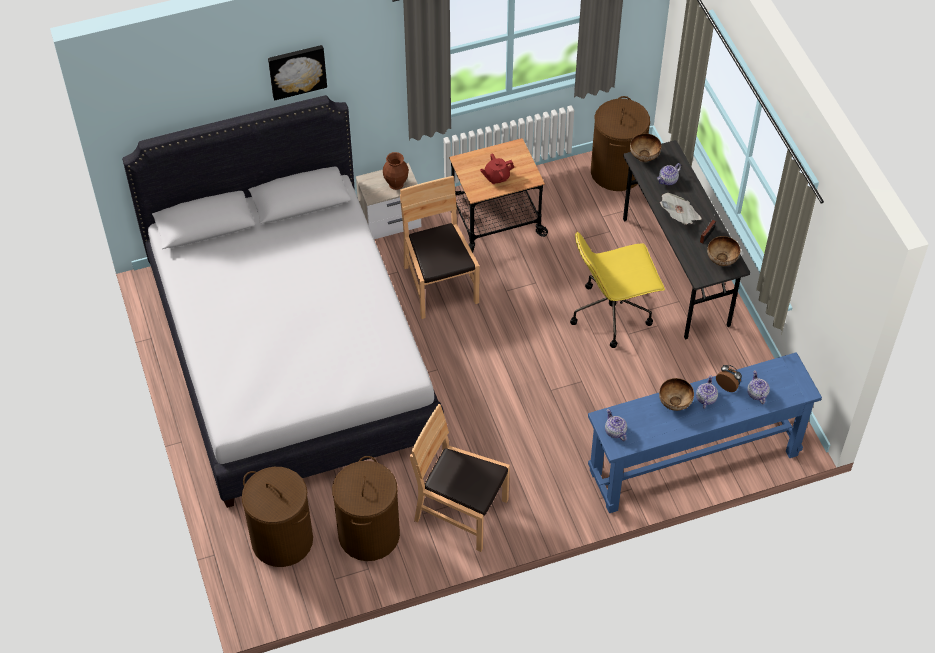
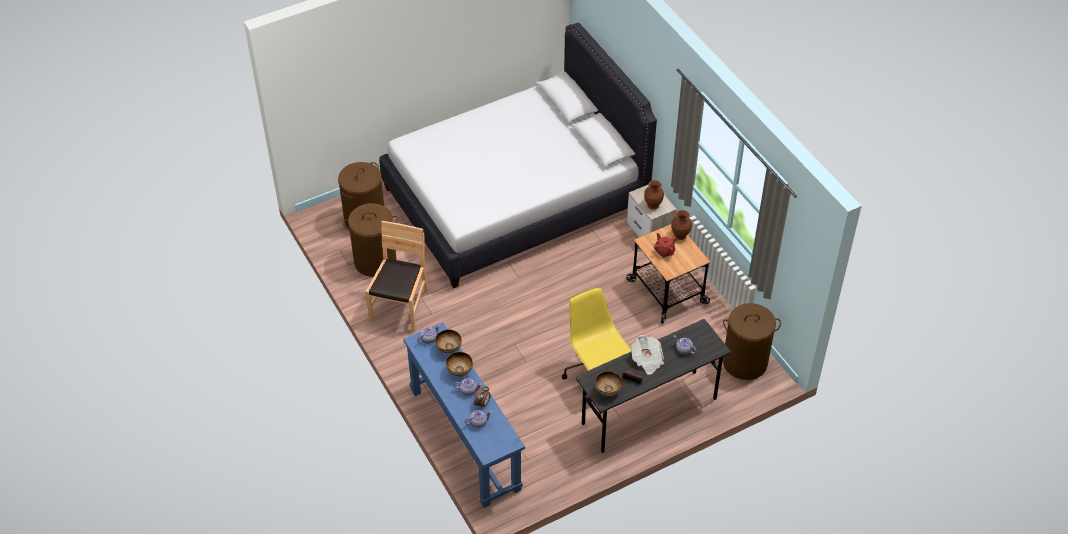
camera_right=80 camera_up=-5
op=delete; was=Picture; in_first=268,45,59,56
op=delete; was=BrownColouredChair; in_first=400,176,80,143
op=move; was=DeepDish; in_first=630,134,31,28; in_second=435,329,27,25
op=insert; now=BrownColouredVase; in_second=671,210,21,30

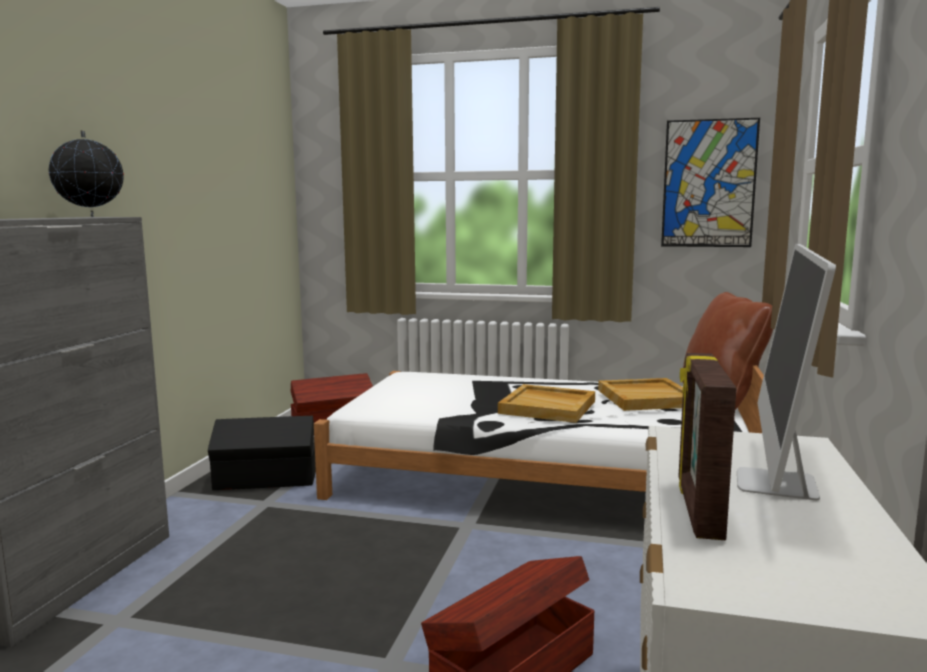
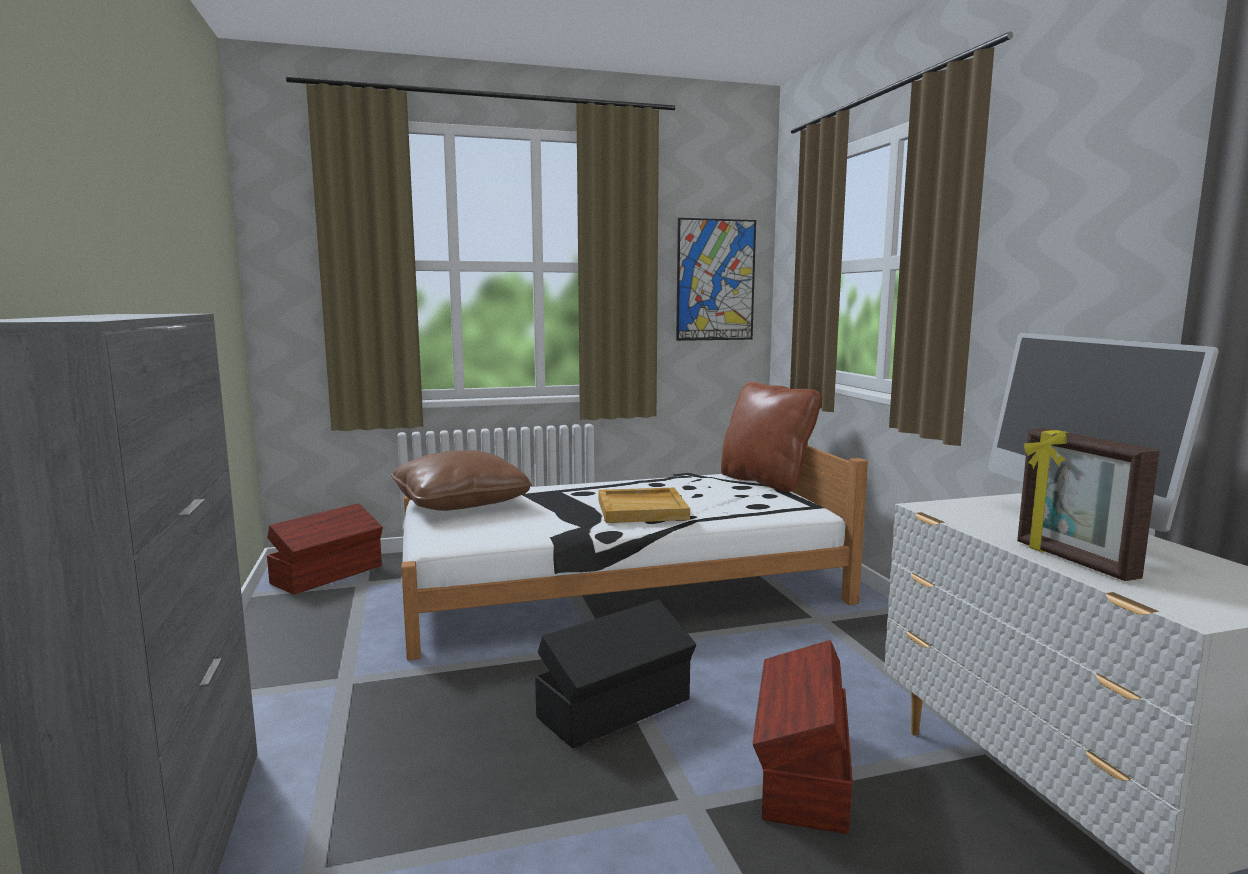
camera_right=-30 camera_up=0
op=delete; was=Globe; in_first=49,131,75,86
op=move; was=BlackishStorageContainer; in_first=208,416,108,74; in_second=535,600,161,148
op=delete; was=BeigeCarryingTray; in_first=598,378,85,33
op=insert; now=BrownColouredCushion; in_second=391,450,141,61

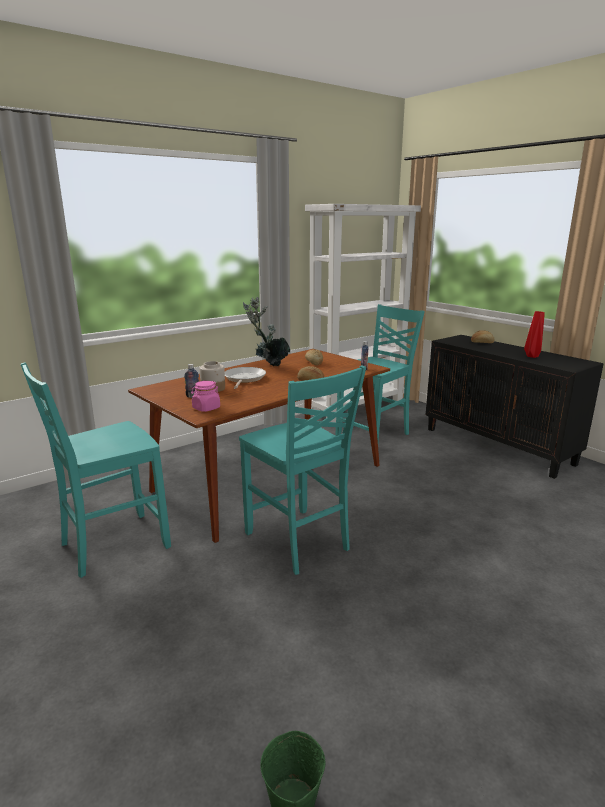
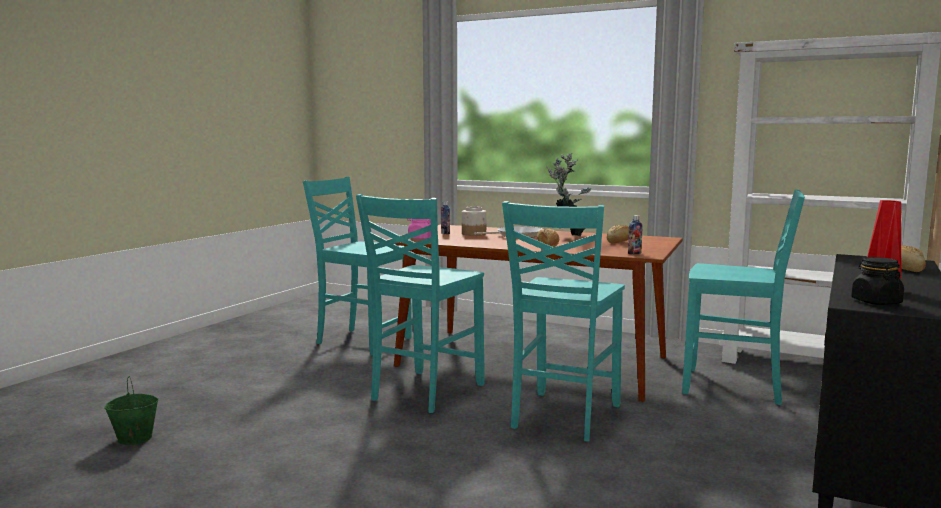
camera_right=65 camera_up=-10
op=insert; now=TurquoiseChair; in_second=502,201,123,240
op=insert; now=BlackishStorageJar; in_second=851,257,53,48

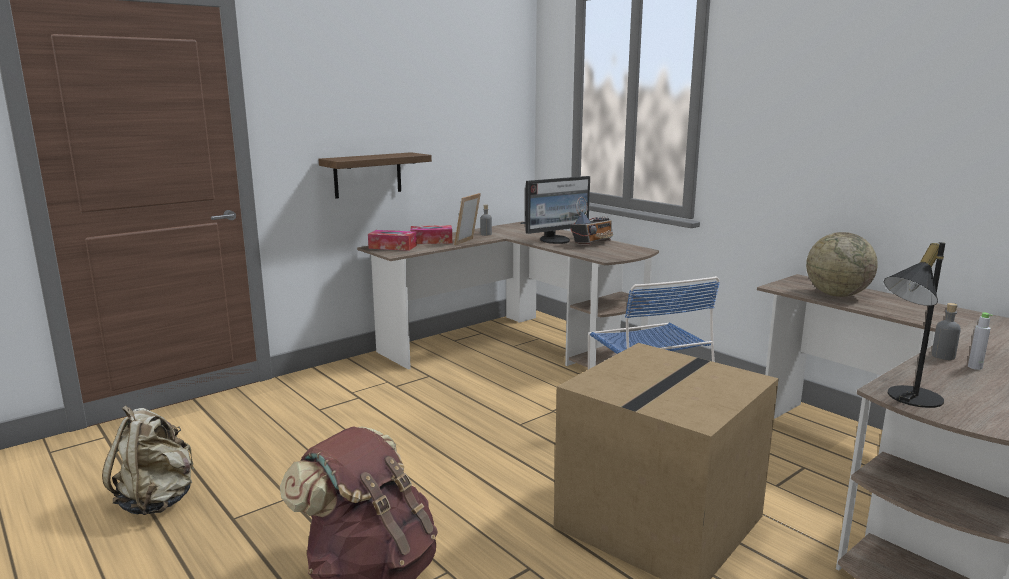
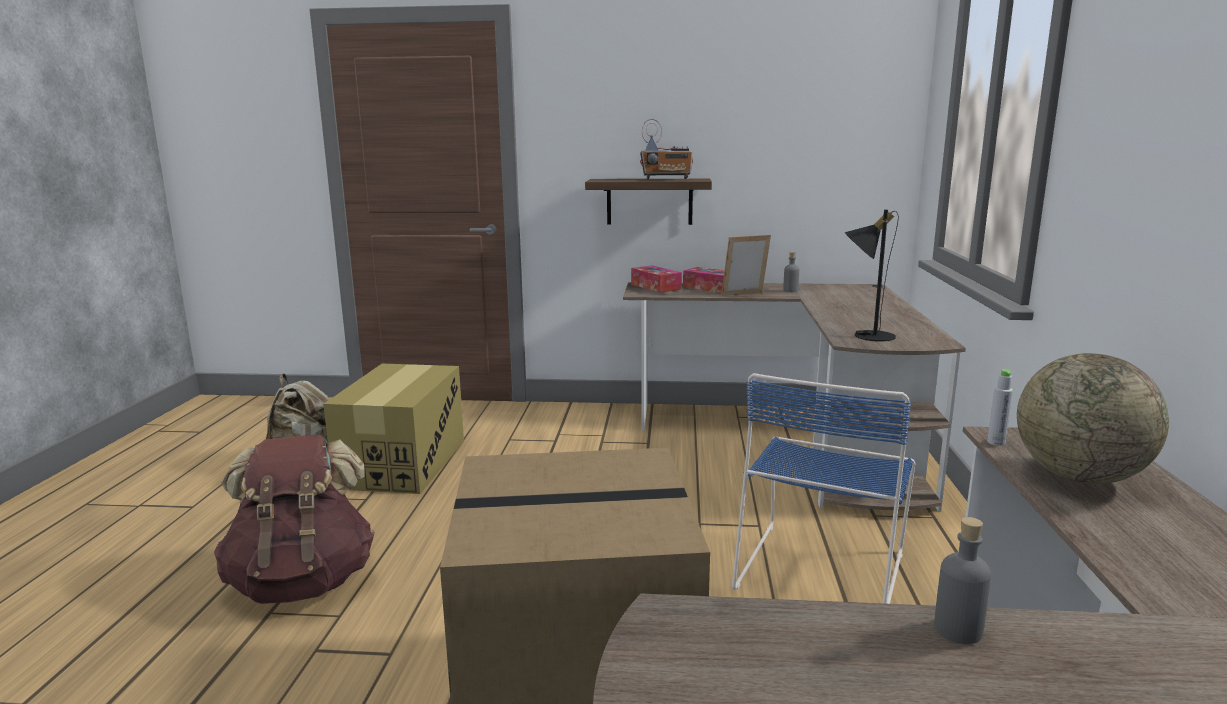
camera_right=45 camera_up=0
op=delete; was=ComputerScreen; in_first=525,176,65,68
op=move; was=RadioSet; in_first=570,197,43,49; in_second=640,119,53,60
op=move; was=BlackishLampForATable; in_first=884,242,61,166; in_second=845,209,54,133
op=move; was=GreyBeverageBottle; in_first=968,313,24,57; in_second=987,369,26,77
op=insert; now=Carton; in_second=323,364,141,130

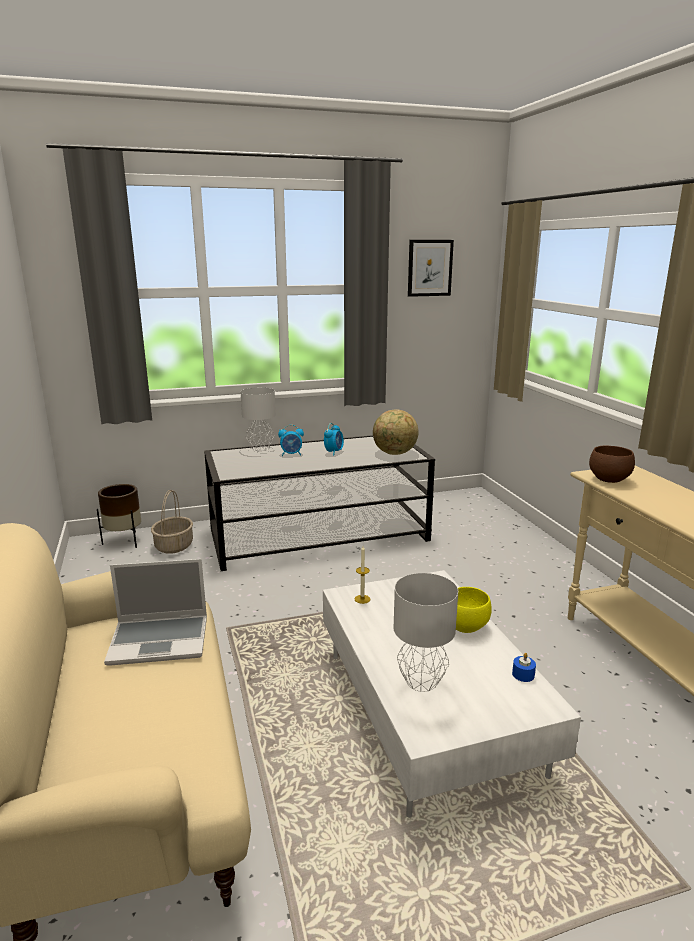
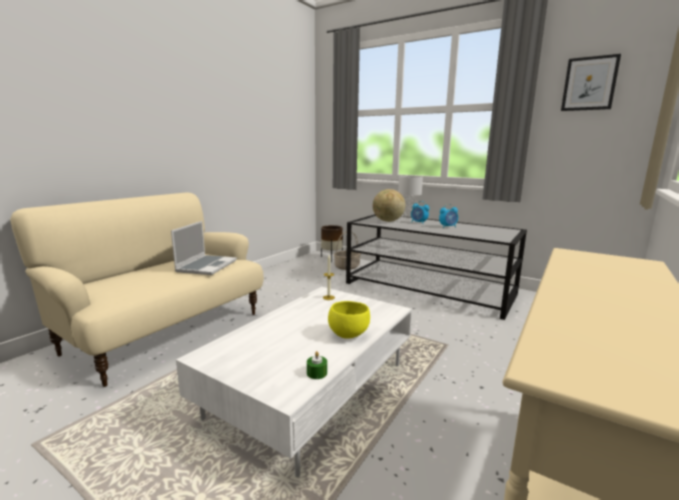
camera_right=50 camera_up=-5
op=rotate; was=PortableComputer; in_first=104,559,103,107; in_second=171,221,66,54; clockwise=-120
op=move; was=Globe; in_first=373,409,46,46; in_second=373,189,32,33
op=delete; was=GreyLampForATable; in_first=394,573,64,119
op=recolor; was=BlueWaxCandle; now=GreenColouredWaxCandle; in_first=512,653,24,29; in_second=307,351,20,28
op=delete; was=BrownColouredDeepDish; in_first=589,445,46,38

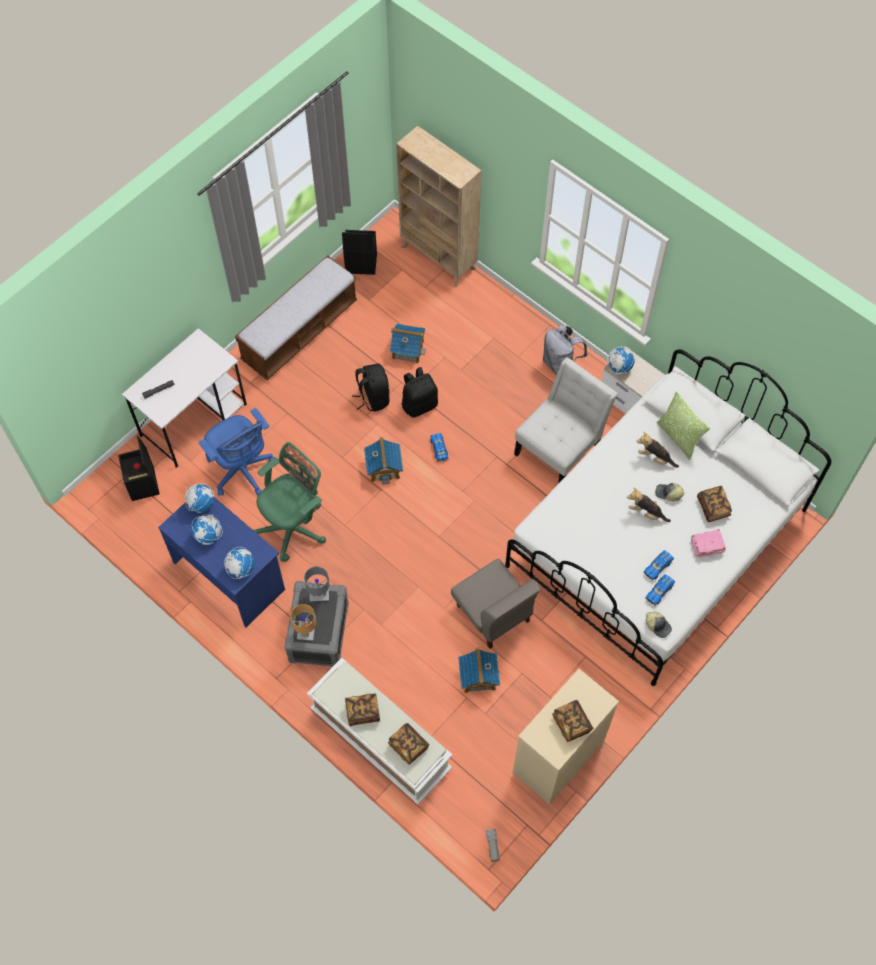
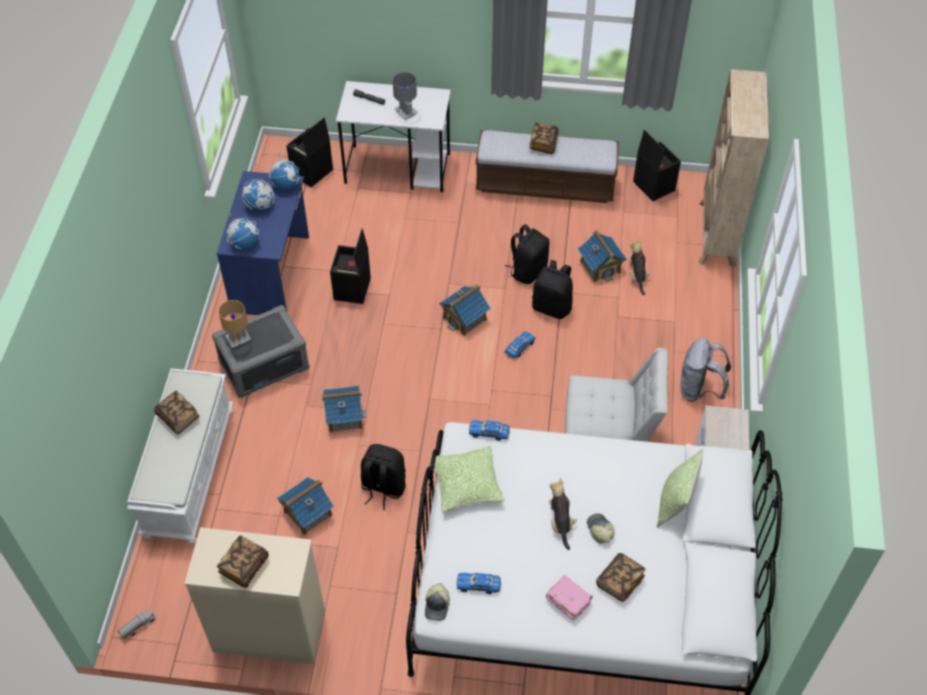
camera_right=55 camera_up=-10
op=delete; was=BlueDeskChair; in_first=199,408,76,88
op=replace; was=GreenColouredDeskChair; now=BlackishStorageContainer; in_first=253,442,73,120; in_second=330,228,41,76
op=move; was=GreyLampForATable; in_first=304,566,26,35; in_second=393,72,25,48
op=move; was=BoundBook; in_first=388,723,41,42; in_second=529,122,30,32
op=replace; was=GreyChair; now=BlackishKnapsack; in_first=451,558,89,91; in_second=361,444,45,66
op=delete; was=Globe; in_first=607,346,28,28
op=move; was=PlushToy; in_first=636,432,43,36; in_second=629,239,22,56
op=move; was=ModelCar; in_first=643,550,31,30; in_second=469,420,41,21
op=insert; now=ToyHouse; in_second=322,386,45,47
op=insert; now=Cushion; in_second=430,446,75,67

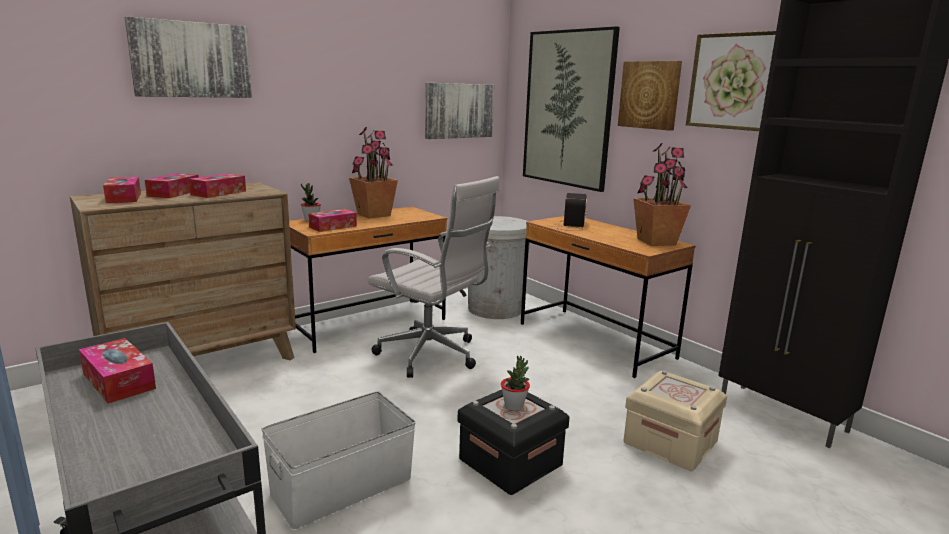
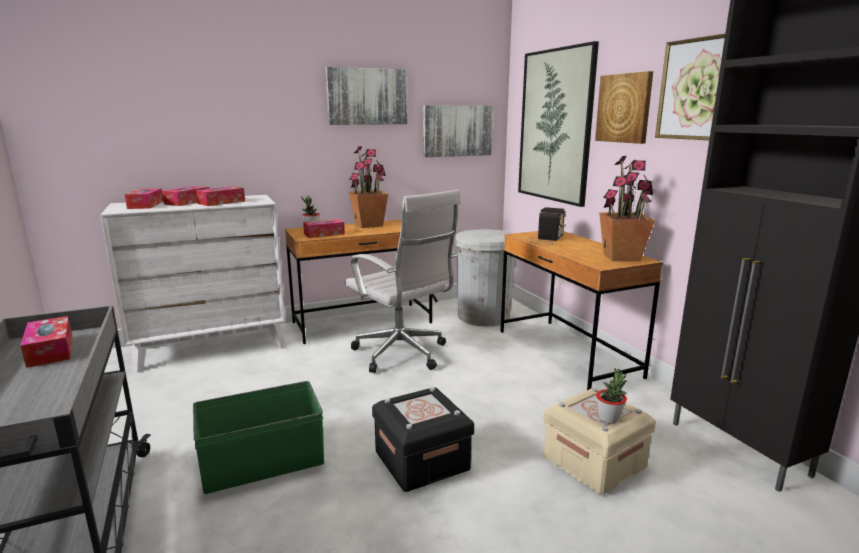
camera_right=15 camera_up=0
op=recolor; was=BrownColouredDrawerChest; now=WhitishDrawerChest; in_first=70,182,226,178; in_second=100,195,186,178
op=move; was=Picture; in_first=125,16,127,82; in_second=326,67,82,58
op=recolor; was=WhitishStorageContainer; now=GreenColouredStorageContainer; in_first=261,391,155,138; in_second=193,381,131,113
op=move; was=PlantInAPot; in_first=501,356,29,55; in_second=596,368,31,55

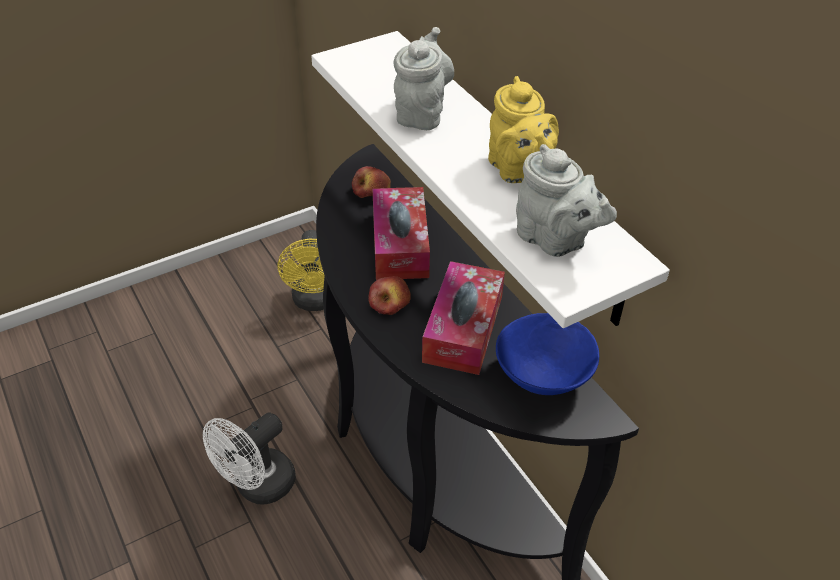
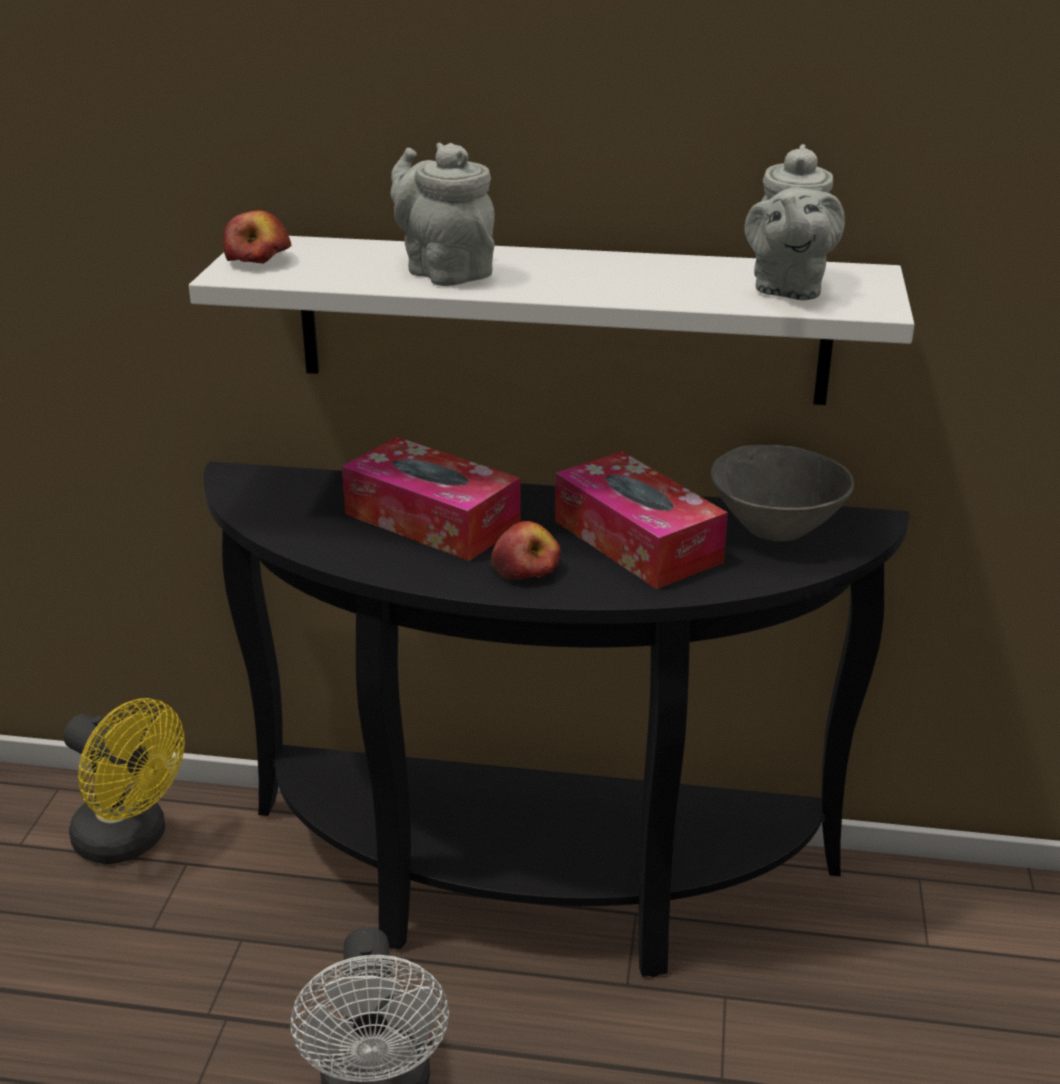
camera_right=-50 camera_up=-15
op=move; was=Apple; in_first=352,166,39,32; in_second=223,210,69,54
op=delete; was=YellowTeaPot; in_first=488,76,71,107
op=recolor; was=BlueDeepDish; now=GreyDeepDish; in_first=496,313,103,82; in_second=711,445,143,96
op=rotate; was=GreyTeaPot; in_first=516,144,101,113; in_second=745,144,100,156; clockwise=105

